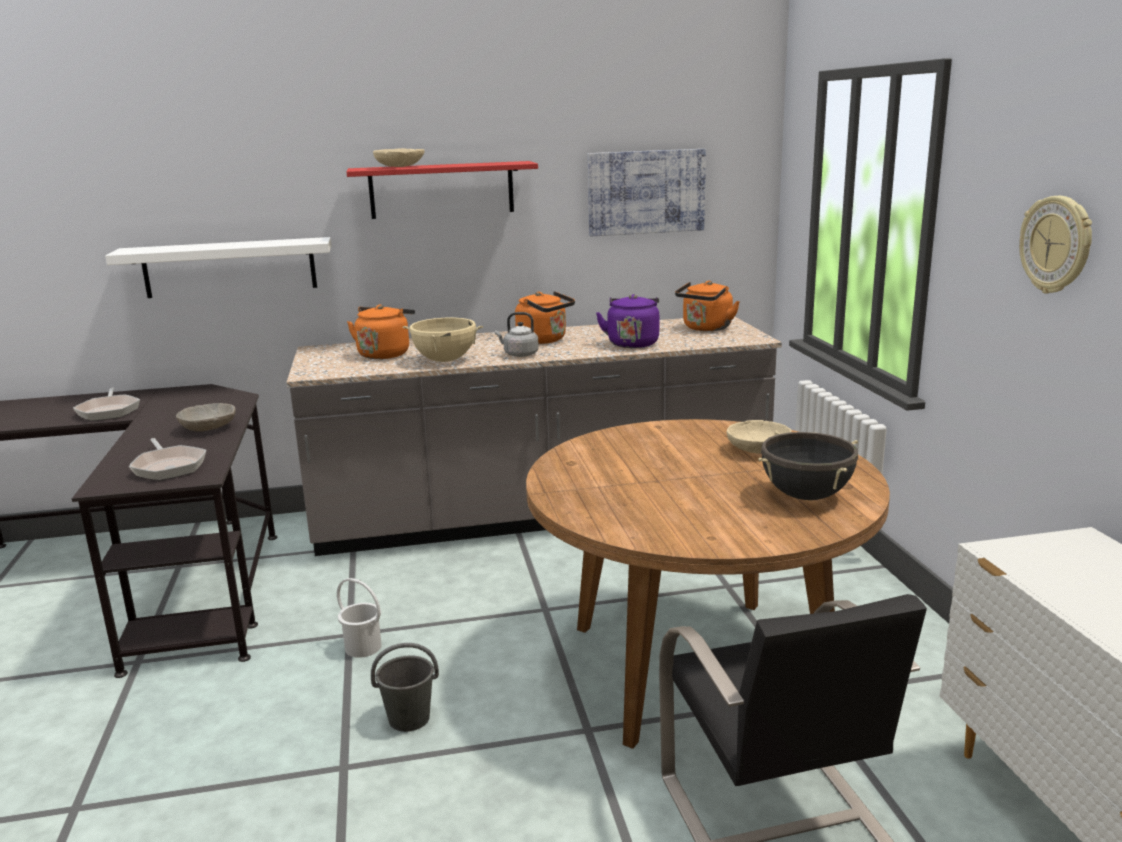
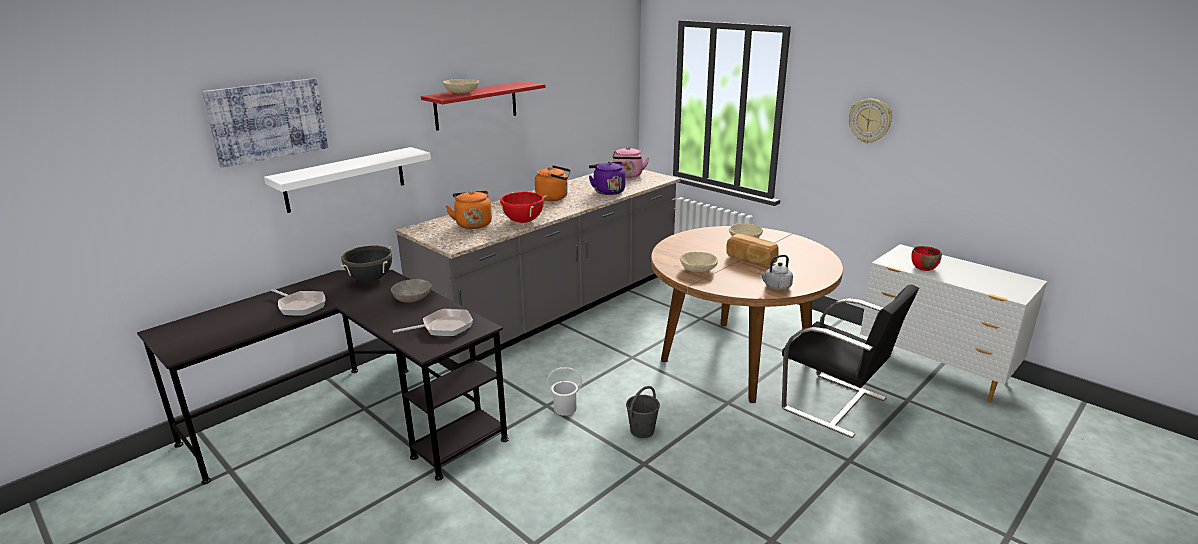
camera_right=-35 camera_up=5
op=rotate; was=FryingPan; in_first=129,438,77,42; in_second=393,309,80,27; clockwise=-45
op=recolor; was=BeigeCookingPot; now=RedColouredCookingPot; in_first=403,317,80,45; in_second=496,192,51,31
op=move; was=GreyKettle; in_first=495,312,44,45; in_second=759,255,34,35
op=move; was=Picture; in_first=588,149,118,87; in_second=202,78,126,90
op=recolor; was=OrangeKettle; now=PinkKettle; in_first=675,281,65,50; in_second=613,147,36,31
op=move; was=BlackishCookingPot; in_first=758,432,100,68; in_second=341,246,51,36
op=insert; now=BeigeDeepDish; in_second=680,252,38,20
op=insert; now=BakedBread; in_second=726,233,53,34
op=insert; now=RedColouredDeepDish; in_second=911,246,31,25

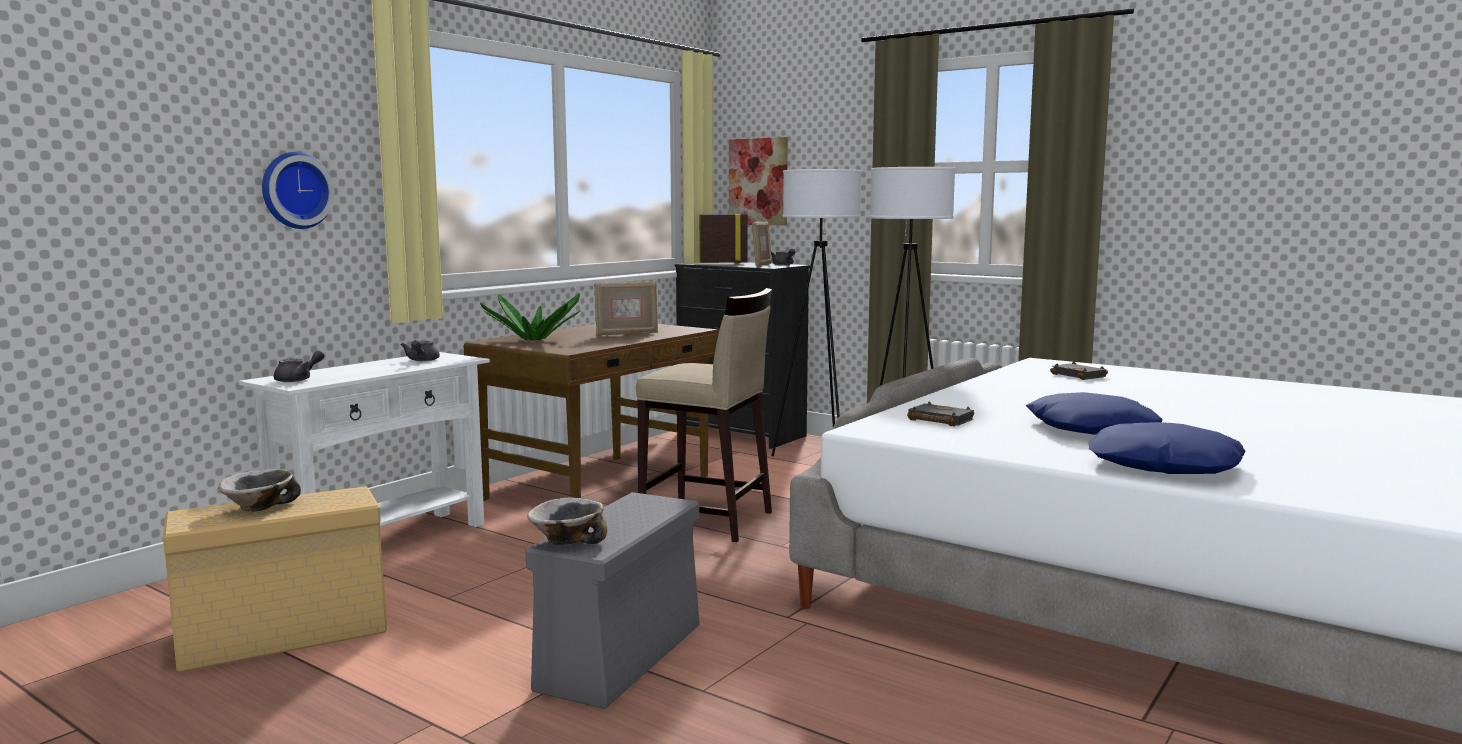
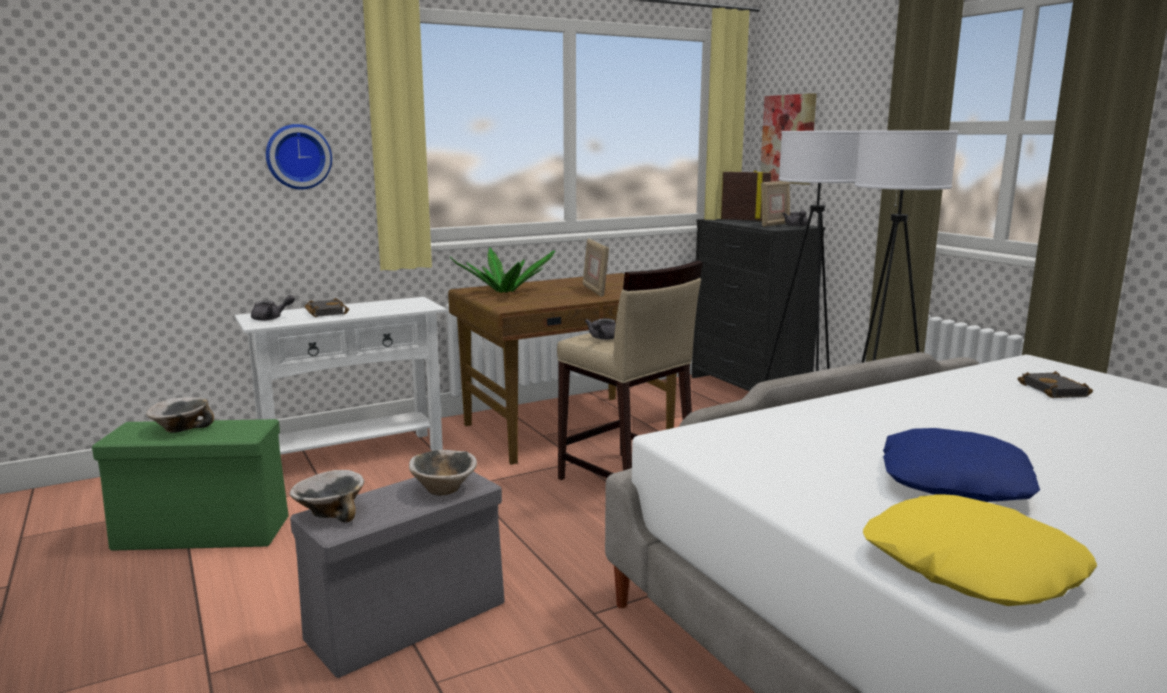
camera_right=25 camera_up=5
op=recolor; was=BeigeStorageContainer; now=GreenColouredStorageContainer; in_first=163,486,224,186; in_second=92,419,197,132
op=move; was=GreyTeaPot; in_first=400,340,40,21; in_second=585,318,31,22
op=rotate; was=StandingFrame; in_first=594,281,64,55; in_second=583,238,26,59; clockwise=75
op=move; was=BlackishBoundBook; in_first=907,401,67,26; in_second=305,298,44,19
op=recolor; was=BlueCushion; now=YellowCushion; in_first=1089,422,156,52; in_second=863,494,234,112
op=insert; now=DeepDish; in_second=409,450,68,46

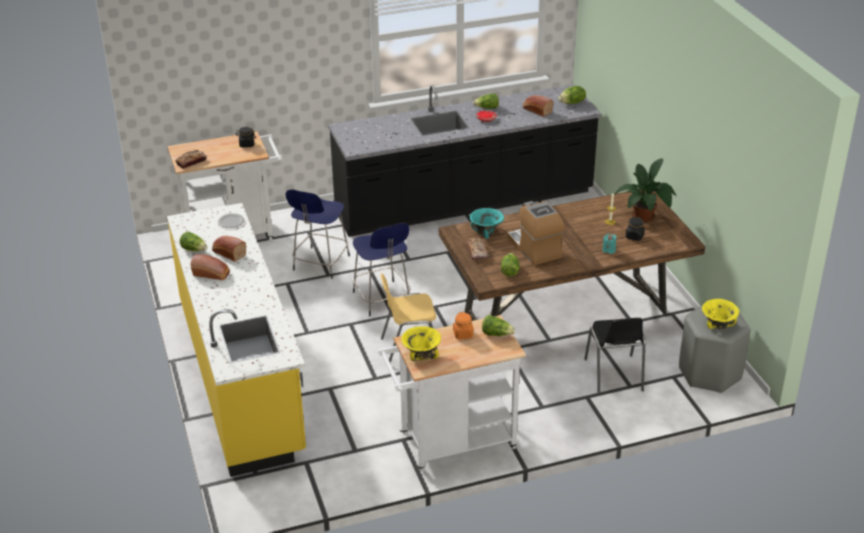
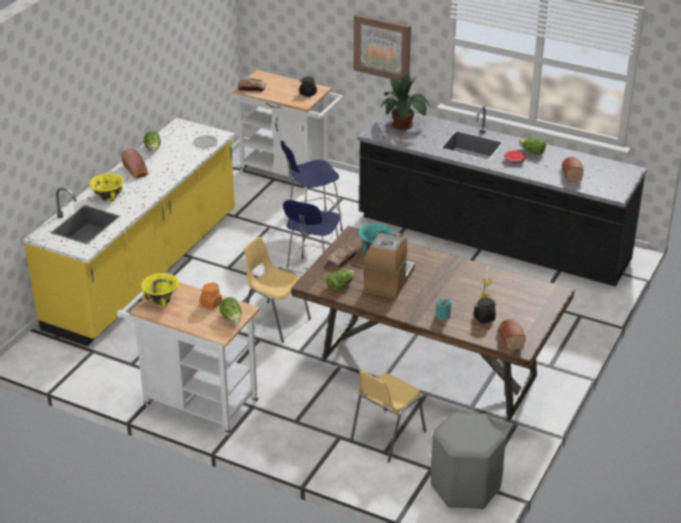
camera_right=45 camera_up=0
op=move; was=BakedBread; in_first=212,236,34,26; in_second=498,319,28,31
op=delete; was=LettuceHead; in_first=558,86,28,18
op=recolor; was=BlackishChair; now=YellowChair; in_first=584,318,61,77; in_second=350,370,76,93
op=move; was=PlantInAPot; in_first=615,158,61,64; in_second=380,75,50,55
op=move; was=YellowDeepDish; in_first=702,299,37,30; in_second=89,173,35,29
op=insert; now=Picture; in_second=354,14,57,67

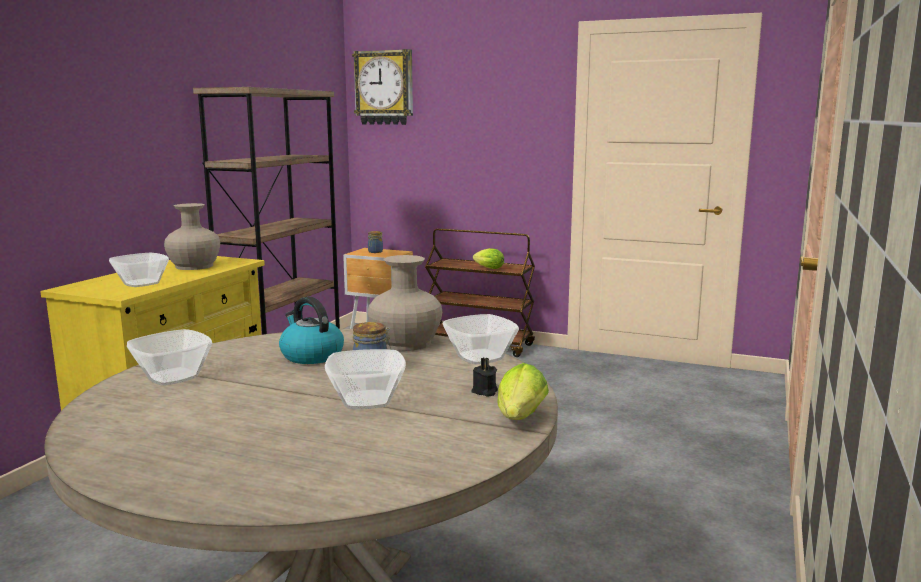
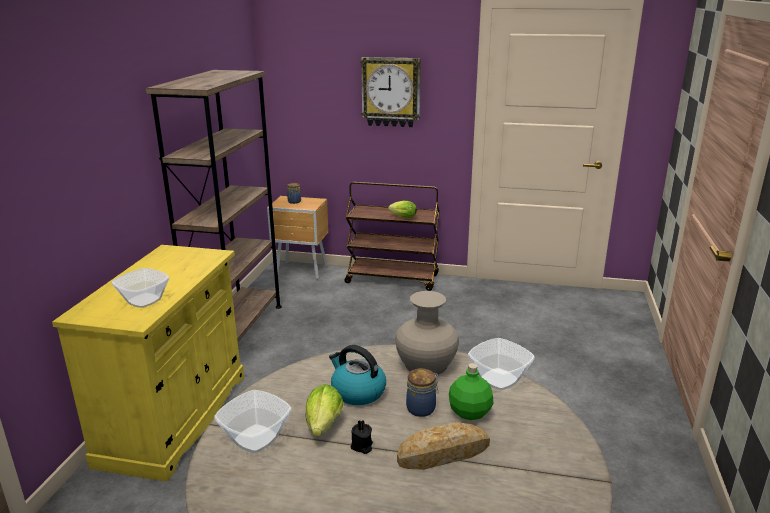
camera_right=-10 camera_up=10
op=delete; was=BeigeVase; in_first=164,203,56,67
op=replace; was=DeepDish; now=BakedBread; in_first=325,349,81,60; in_second=397,422,93,48
op=move; was=WallClock; in_first=352,49,61,76; in_second=360,57,61,70
op=move; was=BlackishWaxCandle; in_first=472,357,26,40; in_second=351,420,22,34
op=move; was=LettuceHead; in_first=497,363,52,57; in_second=306,384,38,52
op=insert; now=GreenColouredBeverageBottle; in_second=449,363,44,57

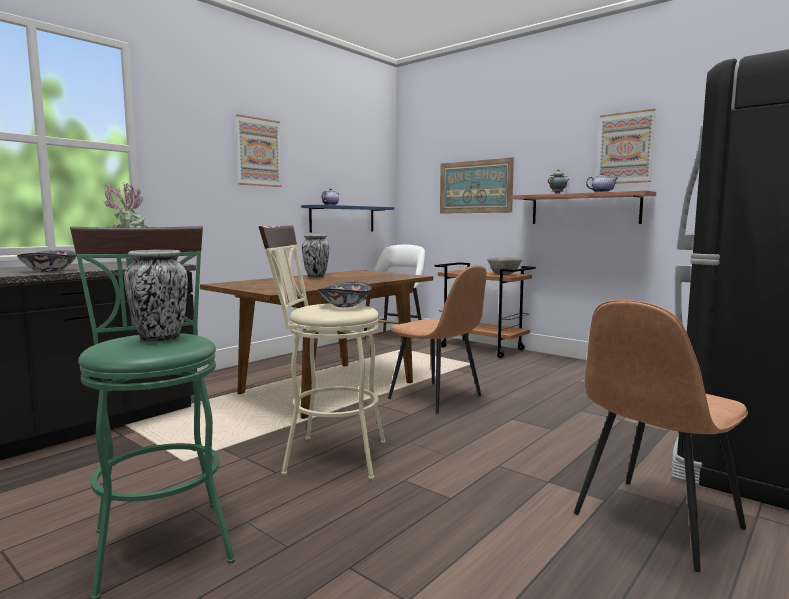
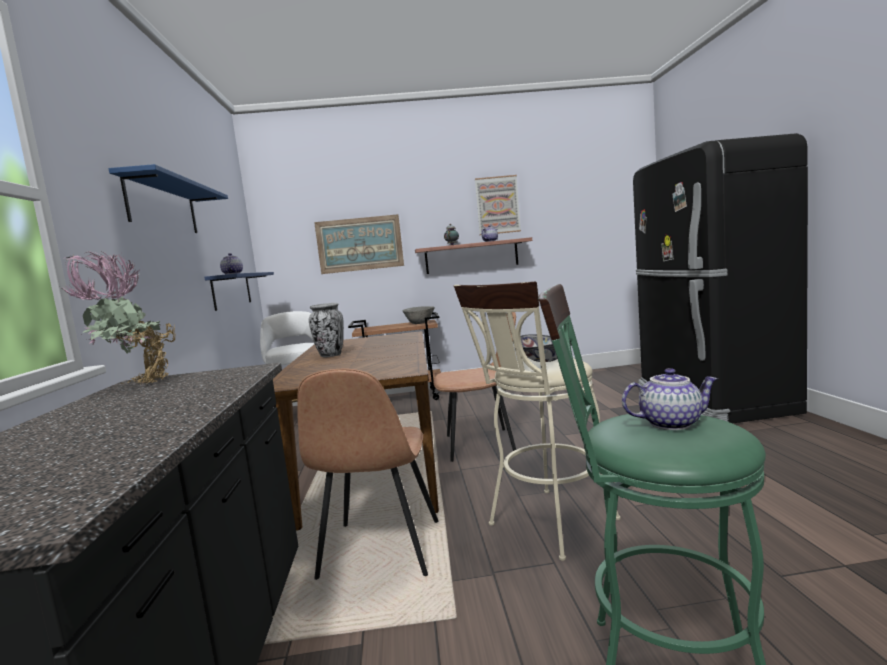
camera_right=-45 camera_up=0
op=delete; was=DeepDish; in_first=17,250,60,22
op=replace; was=Vase; now=TeaPot; in_first=124,250,64,93; in_second=622,368,96,62
op=replace; was=Picture; now=BlueBracketShelf; in_first=236,114,46,73; in_second=109,164,119,69
op=move; was=BrownColouredChair; in_first=574,300,174,272; in_second=297,369,142,211

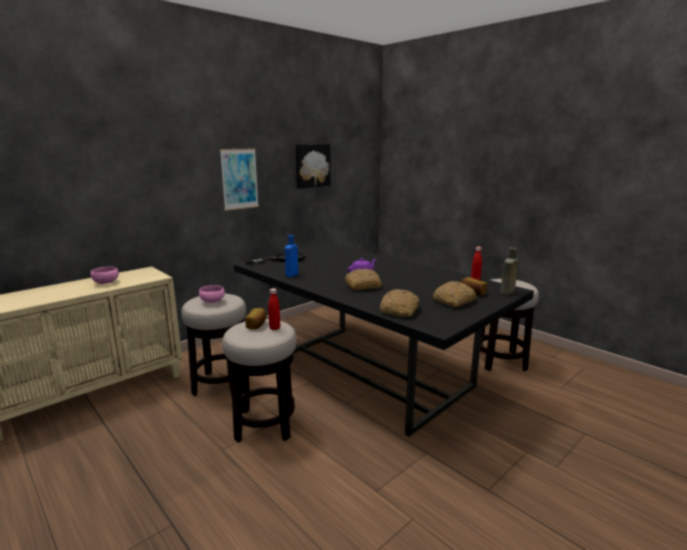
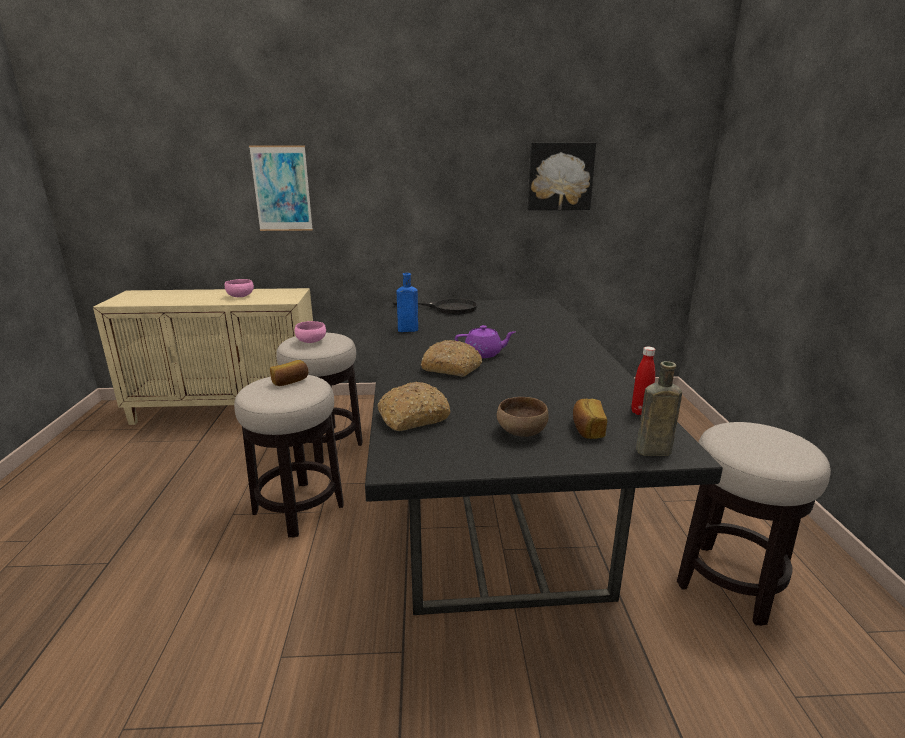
camera_right=40 camera_up=5
op=move; was=Picture; in_first=220,149,39,62; in_second=249,146,64,85
op=delete; was=RedColouredBeverageBottle; in_first=268,288,12,42
op=replace; was=BakedBread; now=BrownColouredDeepDish; in_first=433,281,43,26; in_second=497,397,52,40

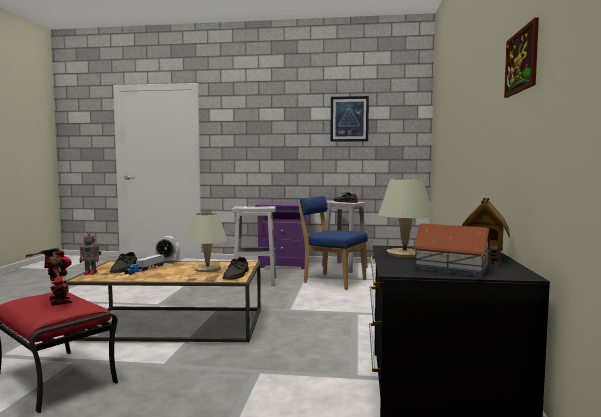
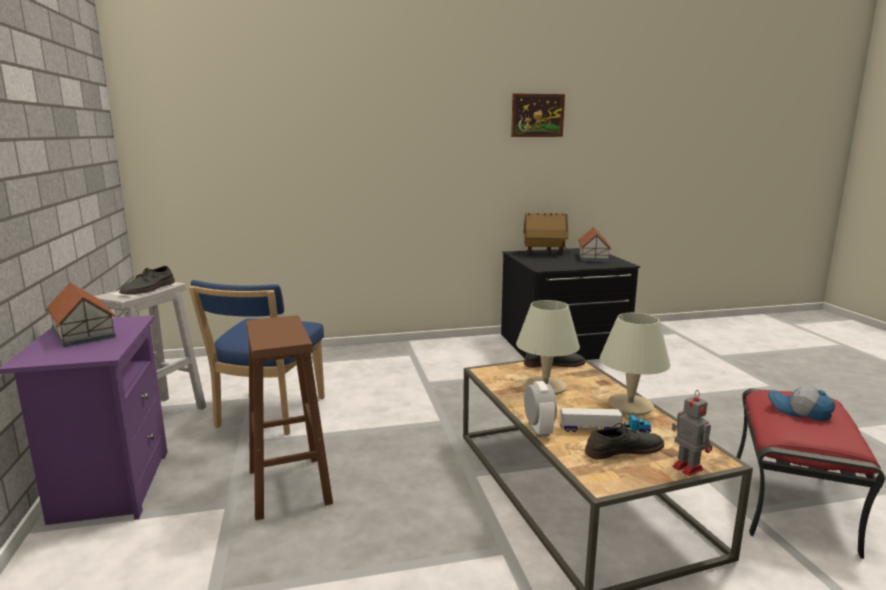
camera_right=-110 camera_up=10
op=replace; was=ModelRobot; now=PeakedCap; in_first=25,247,47,58; in_second=768,385,67,36
op=recolor; was=WhitishStool; now=BrownColouredStool; in_first=232,206,44,80; in_second=246,315,87,205
op=delete; was=Picture; in_first=330,96,39,46
op=move; was=BeigeLampForATable; in_first=378,179,56,78; in_second=599,313,71,103
op=insert; now=ToyHouse; in_second=46,282,70,65

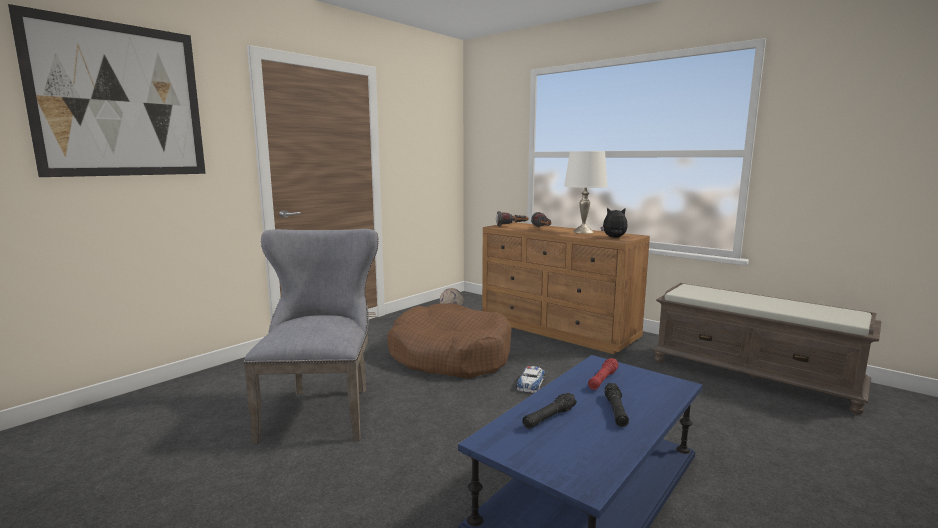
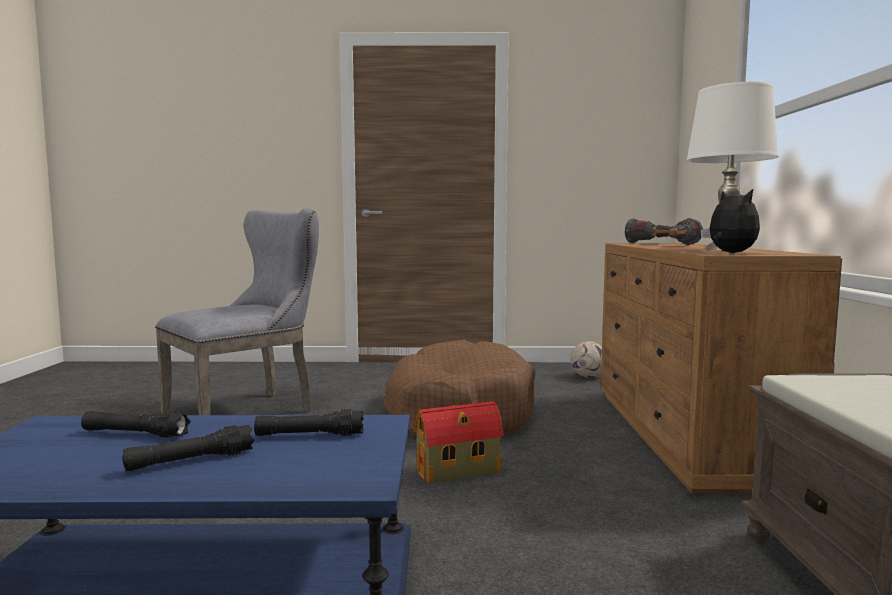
camera_right=50 camera_up=-5
op=delete; was=Picture; in_first=8,4,198,173
op=replace; was=ModelCar; now=ToyHouse; in_first=516,366,29,27; in_second=414,402,90,81
op=recolor; was=RedColouredHandTorch; now=BlackishHandTorch; in_first=588,358,31,32; in_second=254,409,110,27

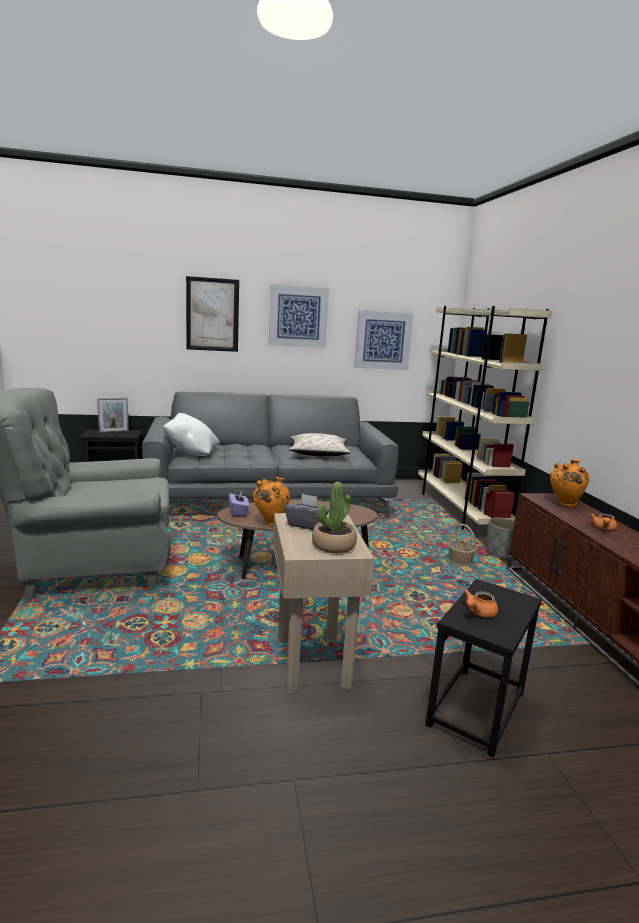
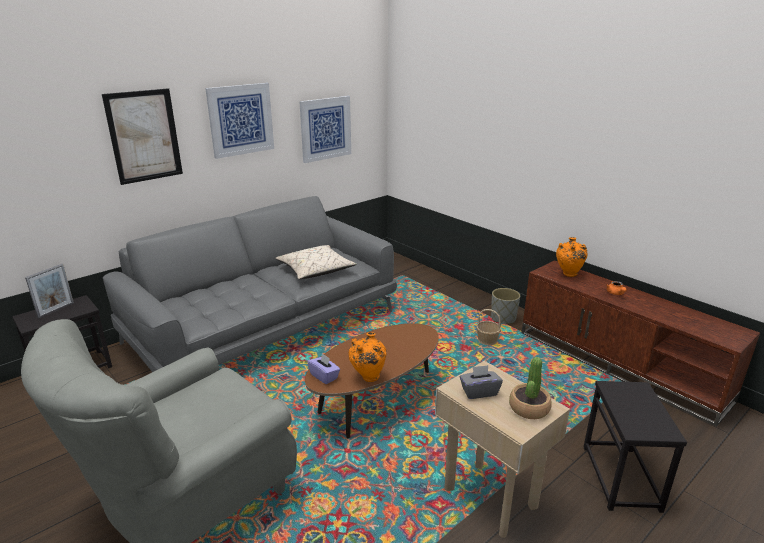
camera_right=-30 camera_up=10
op=delete; was=WhitishCushion; in_first=163,413,57,43
op=delete; was=BeigeBookcase; in_first=418,306,134,224
op=delete; was=OrangeTeaPot; in_first=464,589,34,29

